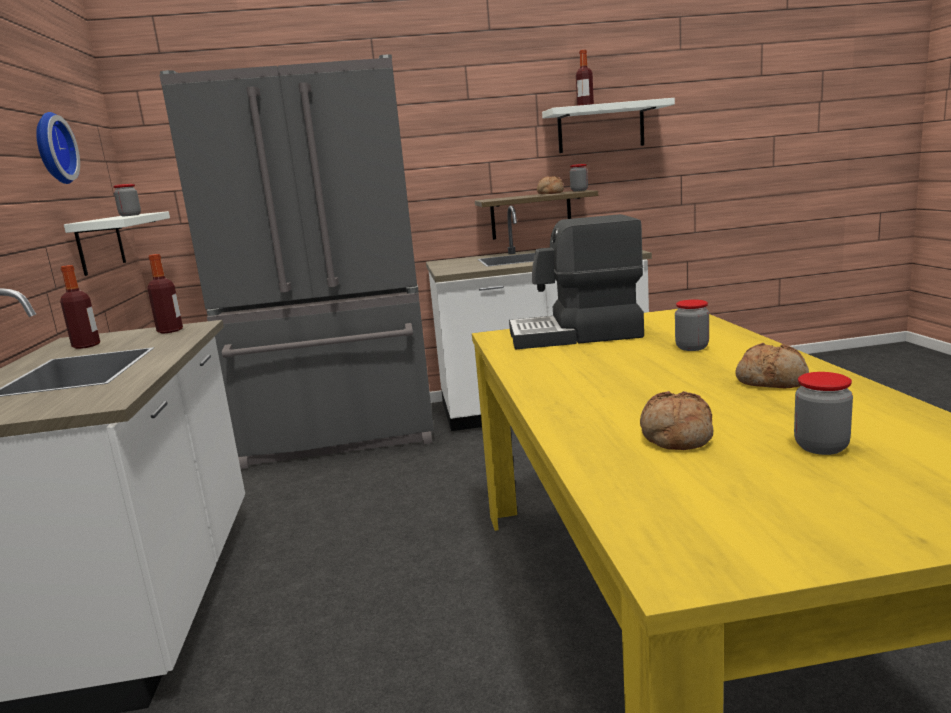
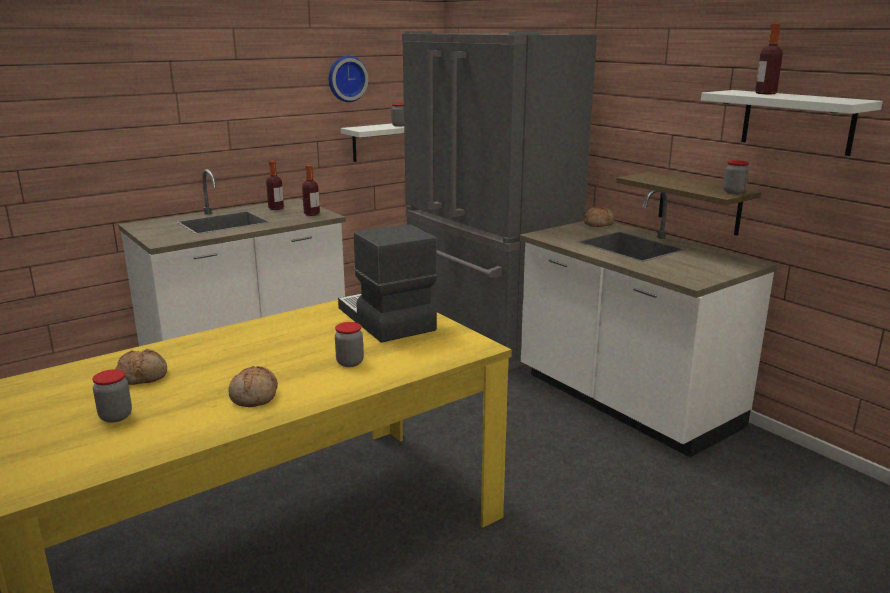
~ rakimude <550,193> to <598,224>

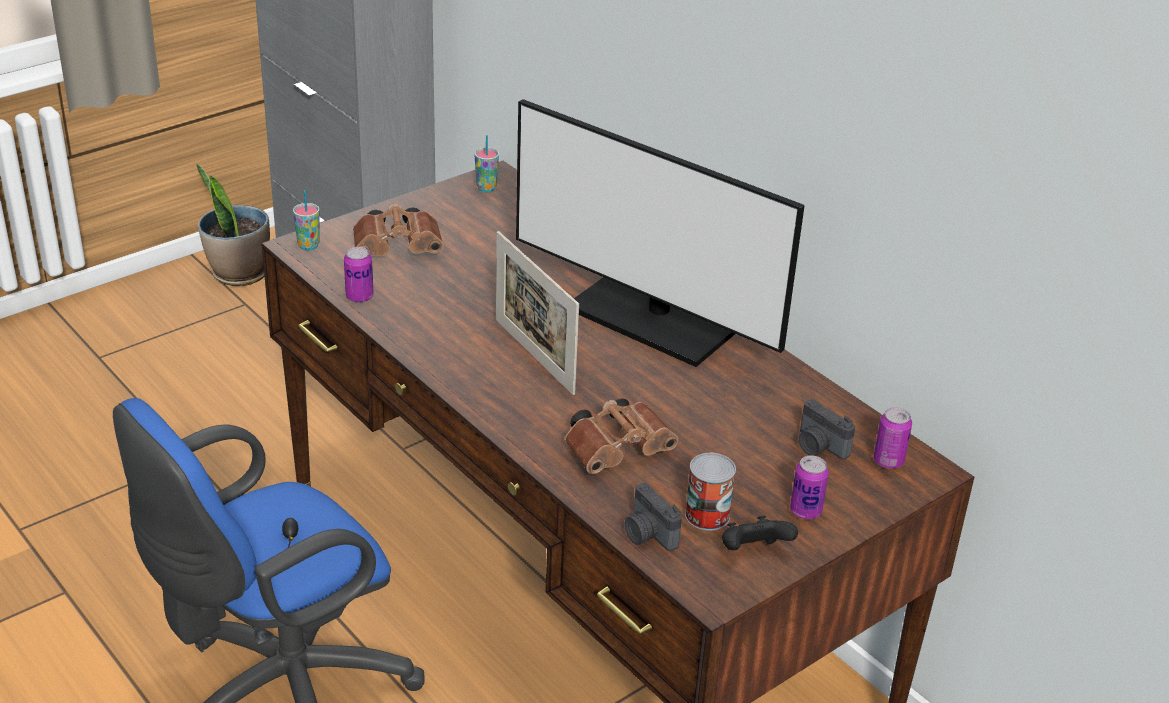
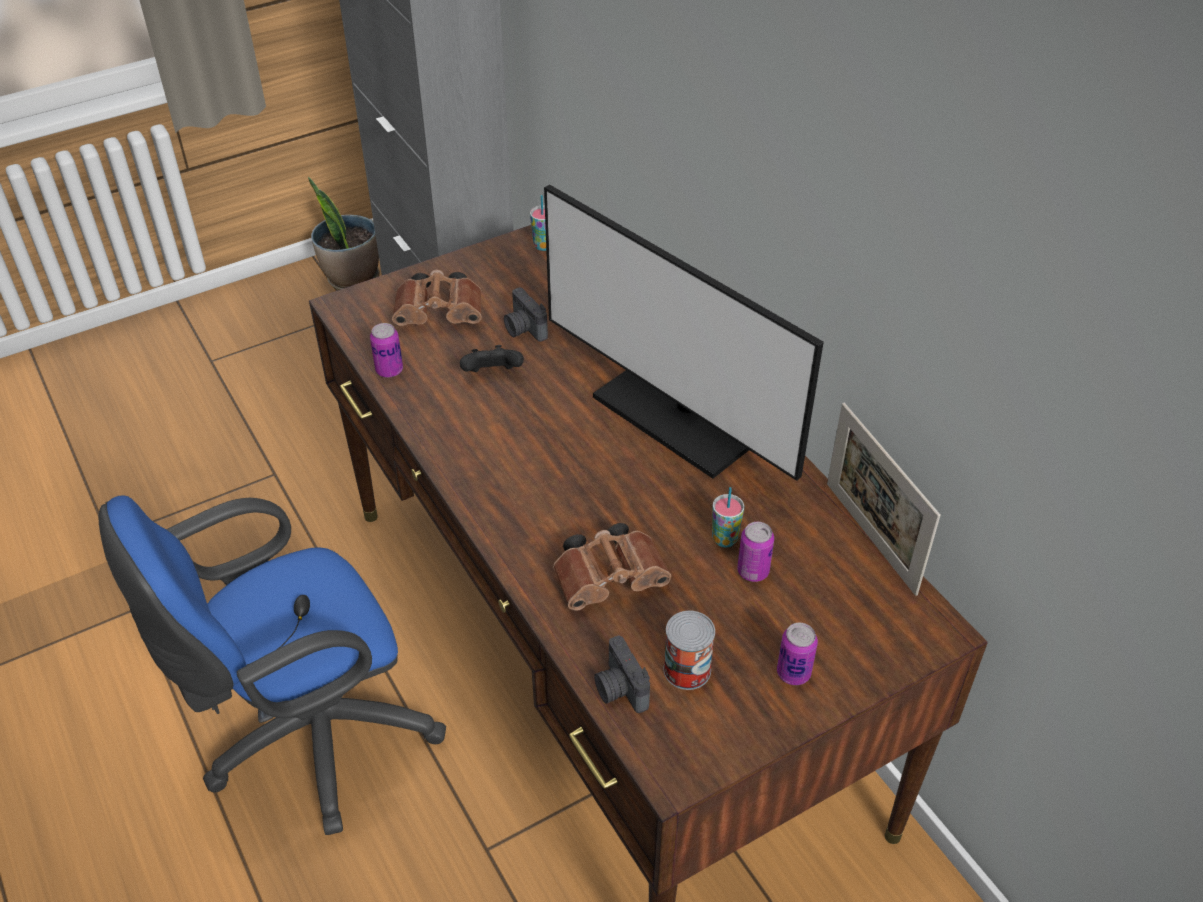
~ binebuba <308,246> to <724,539>
~ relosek <534,356> to <870,537>
~ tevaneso <818,447> to <523,329>
~ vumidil <888,461> to <753,571>
~ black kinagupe <753,552> to <492,375>

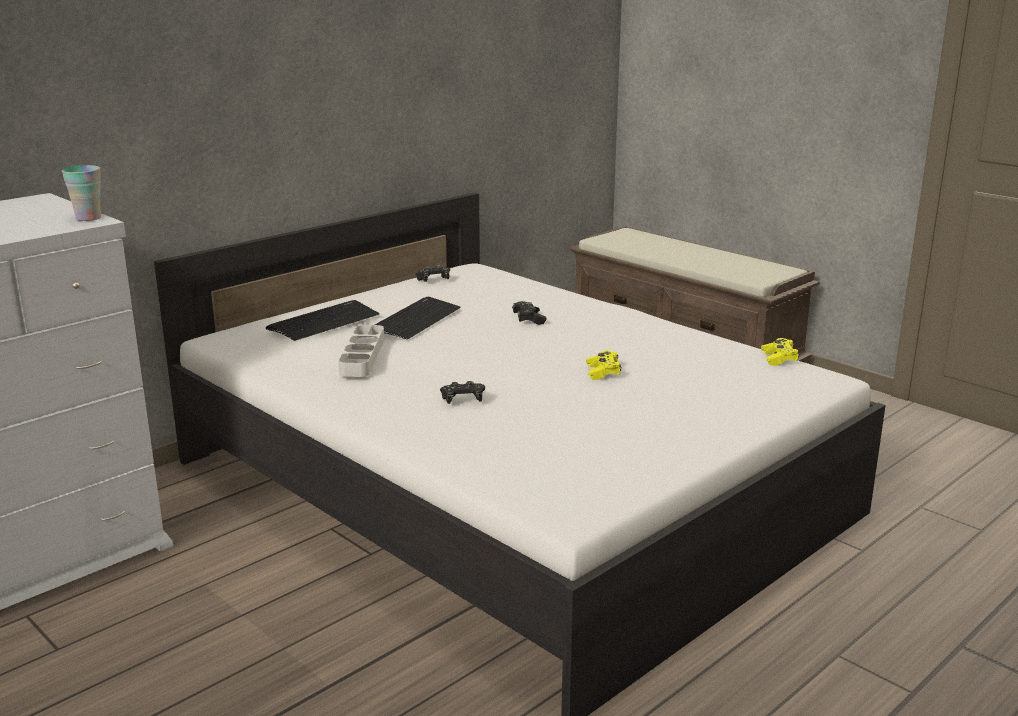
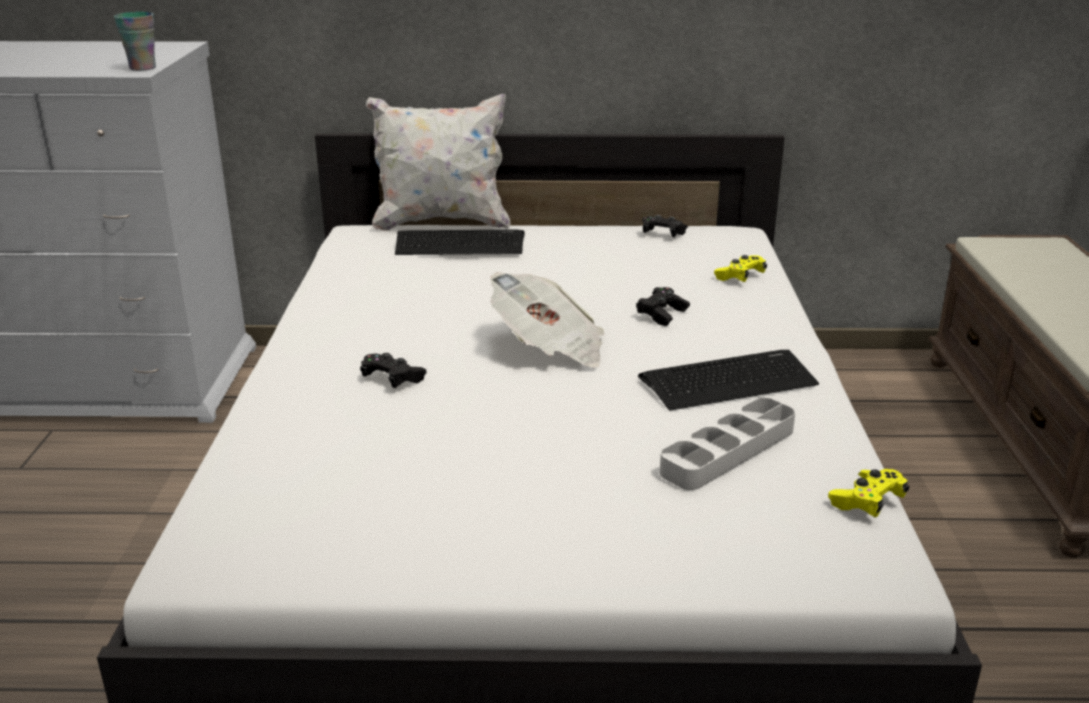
~ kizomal <415,320> to <728,381>
~ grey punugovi <362,356> to <728,451>
~ yellow kinagupe <603,372> to <740,277>
+ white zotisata <441,222>
+ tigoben <550,348>

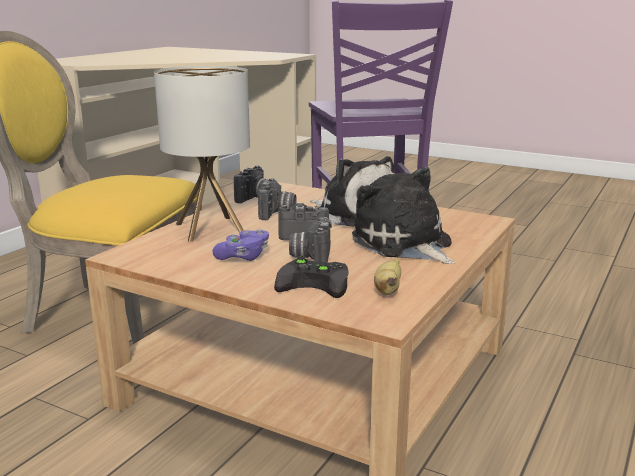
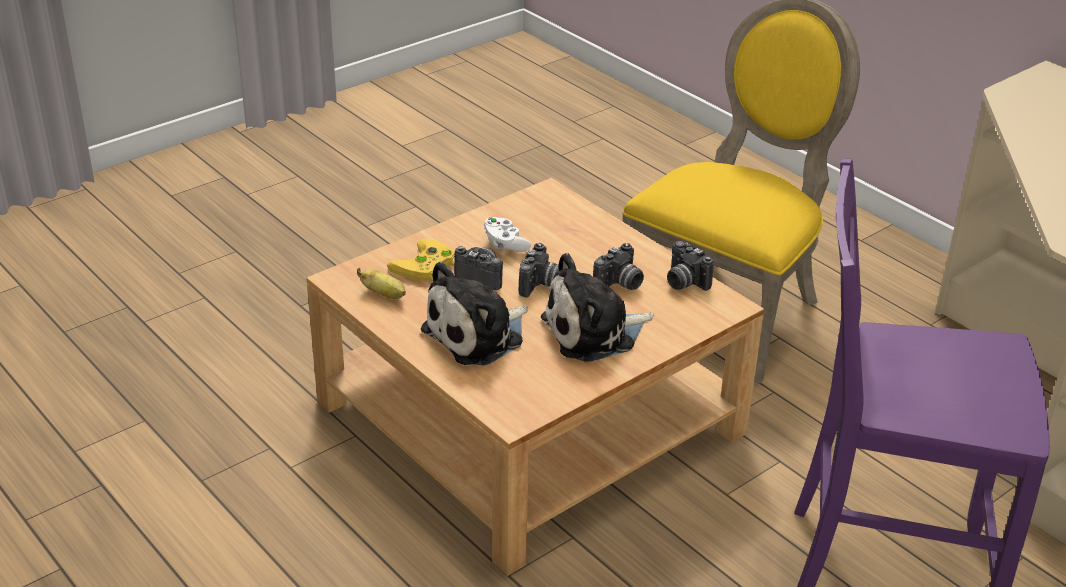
- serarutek <209,228>
~ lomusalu <404,244> = <478,335> 150 degrees clockwise
~ tevaneso <277,213> = <619,285> 75 degrees counterclockwise
~ purple kinagupe <243,257> to white kinagupe <505,244>
~ black kinagupe <316,283> to yellow kinagupe <424,266>

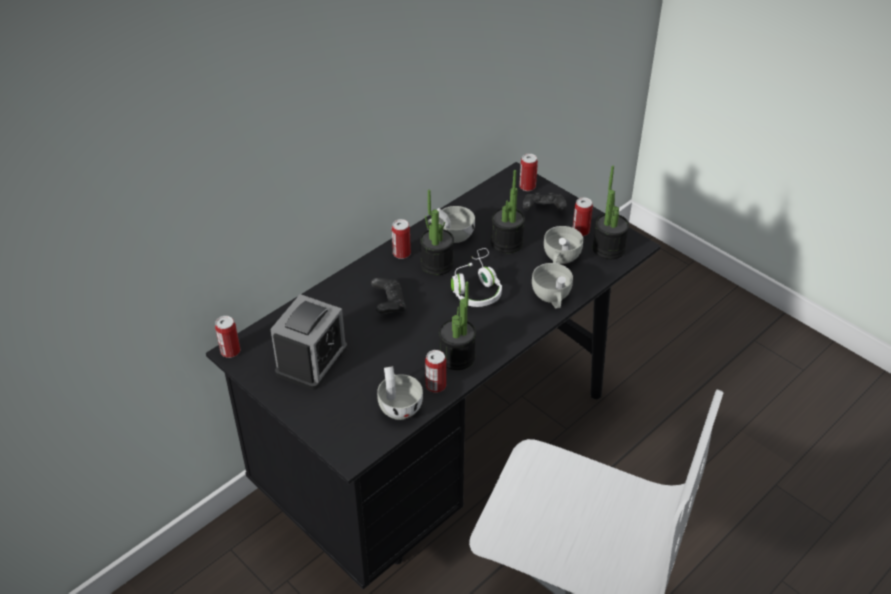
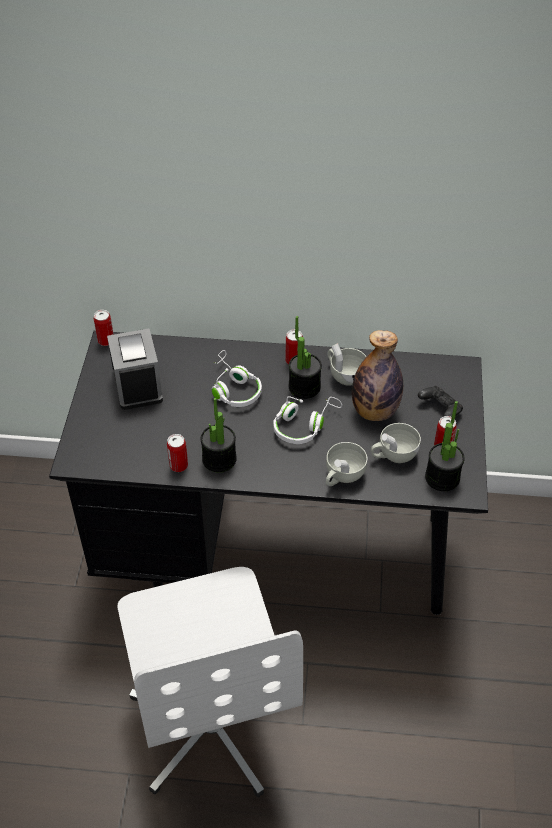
- vumidil <527,186>
~ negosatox <506,243> to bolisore <374,411>
~ black kinagupe <389,304> to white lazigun <233,388>
~ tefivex <312,360> = <137,385> 90 degrees counterclockwise
- white binebuba <398,405>

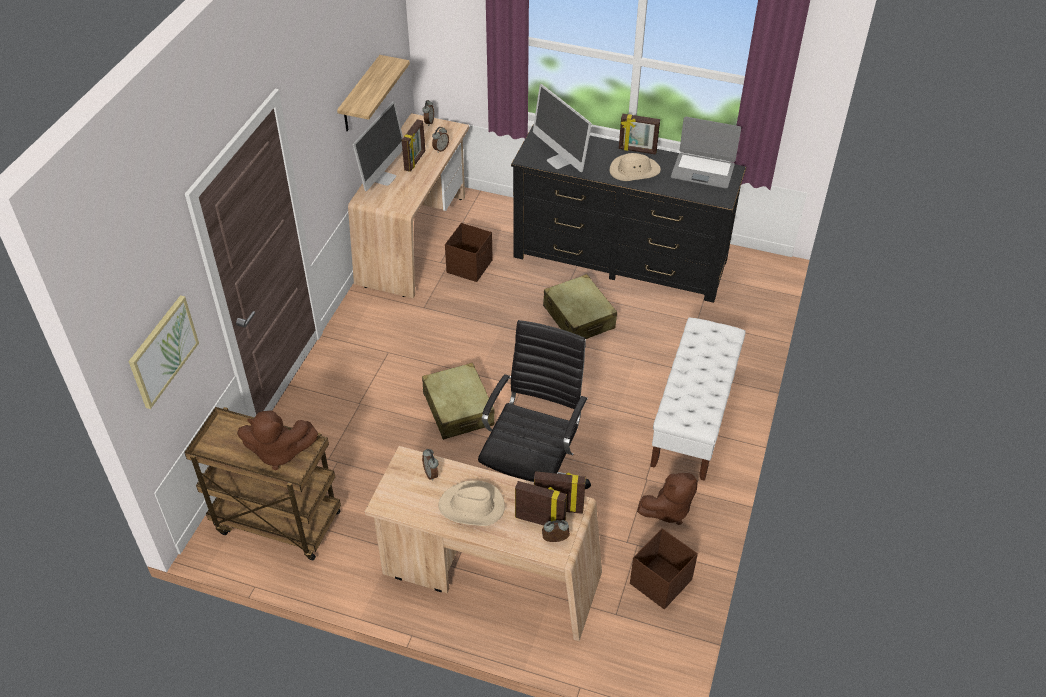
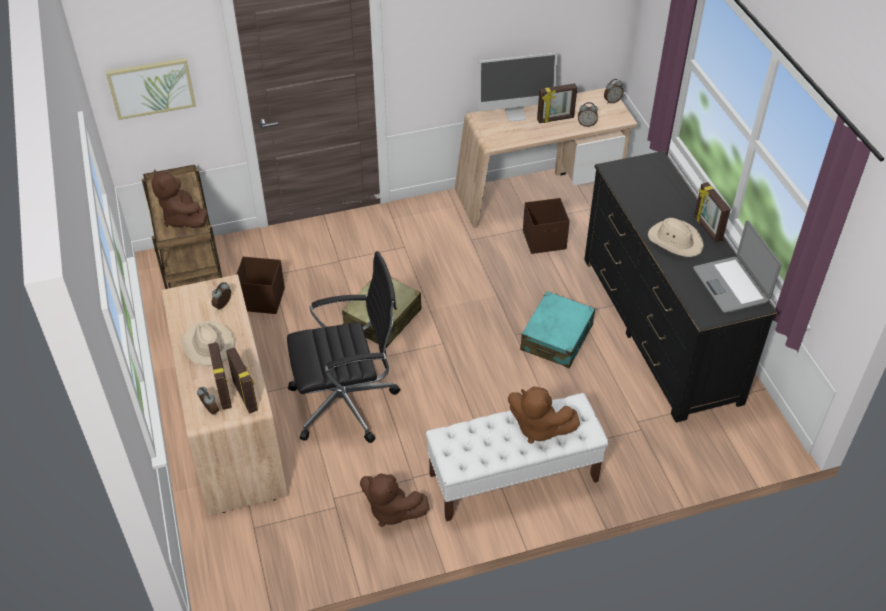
- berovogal <360,95>
- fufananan <559,161>
~ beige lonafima <579,317> to turquoise lonafima <557,338>
~ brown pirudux <659,582> to <261,299>
+ brown lomusalu <538,428>

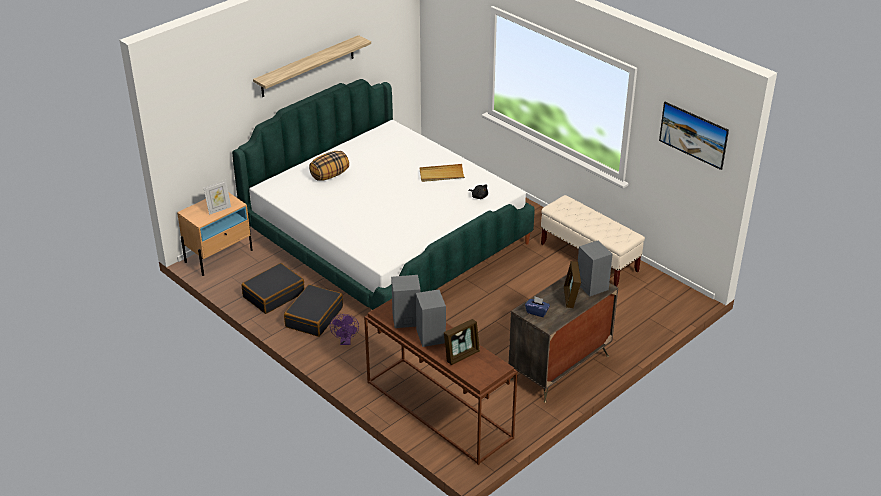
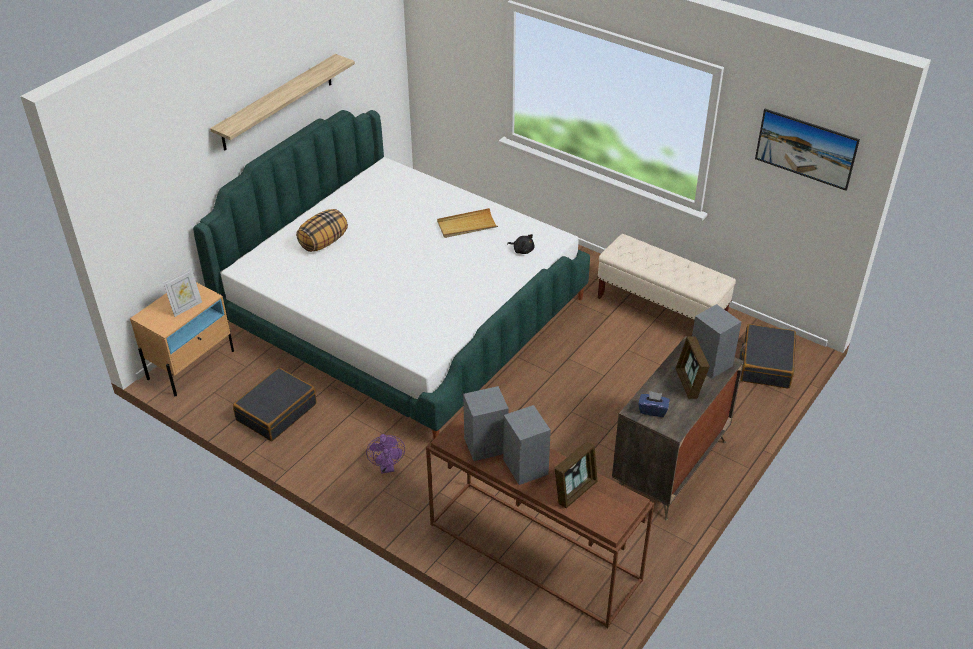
~ black lonafima <314,317> to <766,364>

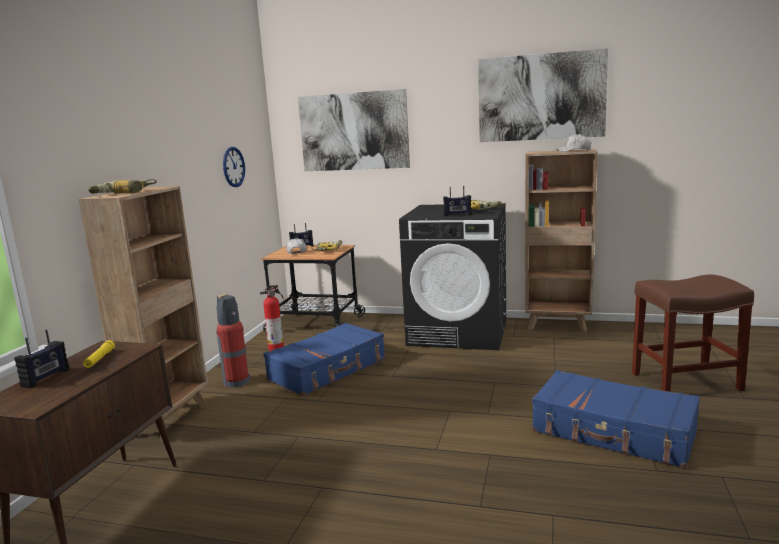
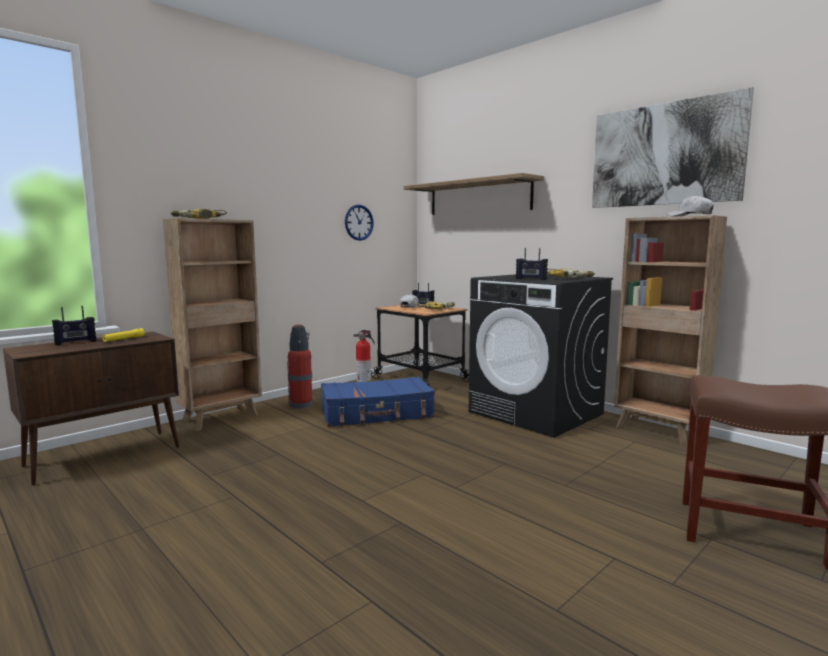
~ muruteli <353,131> to berovogal <478,197>
- blue lonafima <613,432>

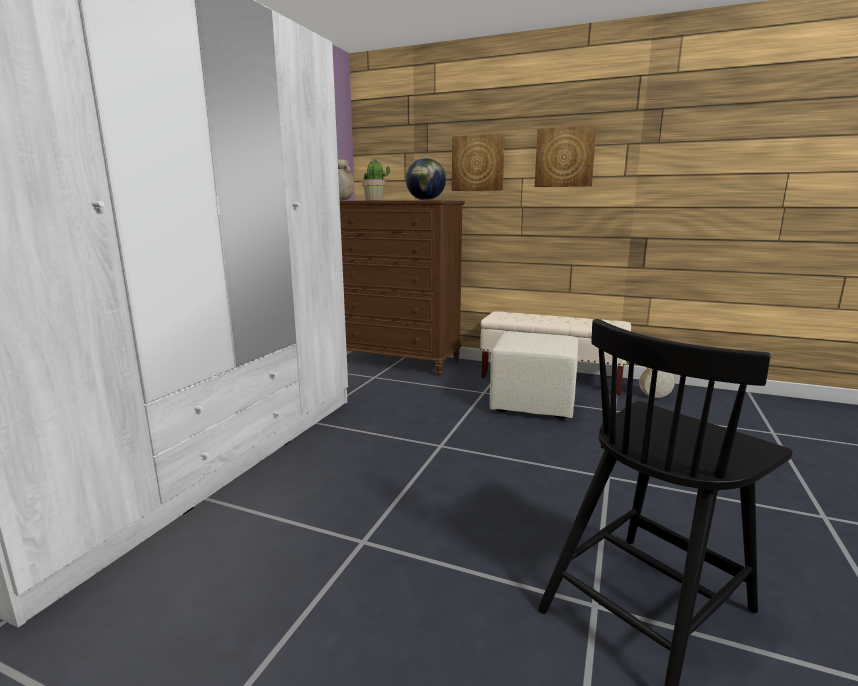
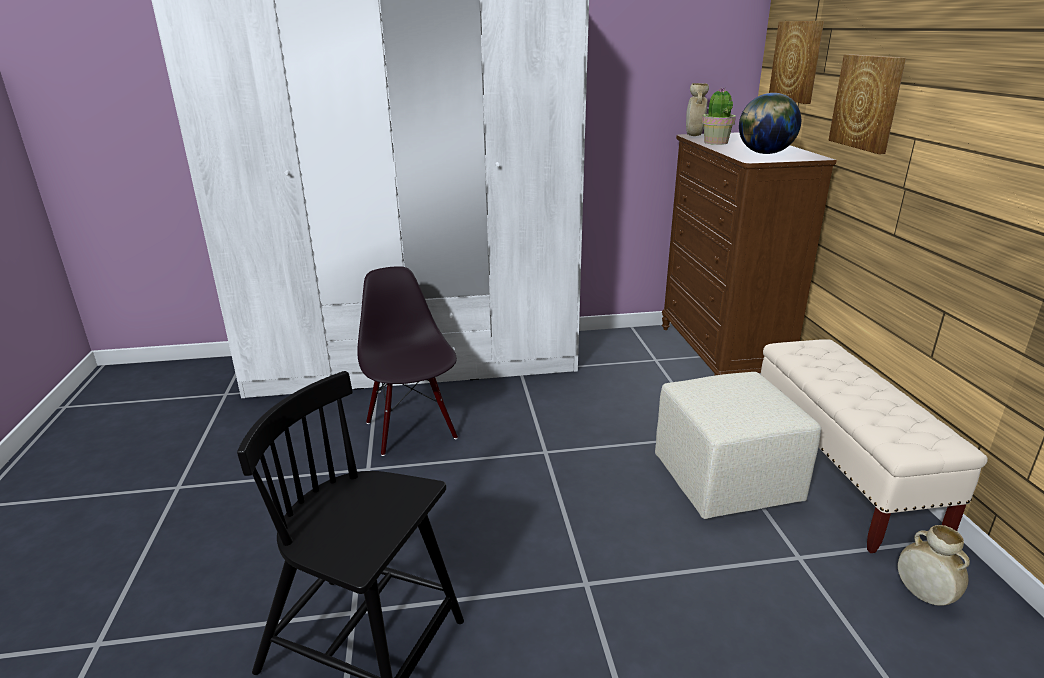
~ muruteli <565,157> to <797,61>
+ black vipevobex <412,430>

